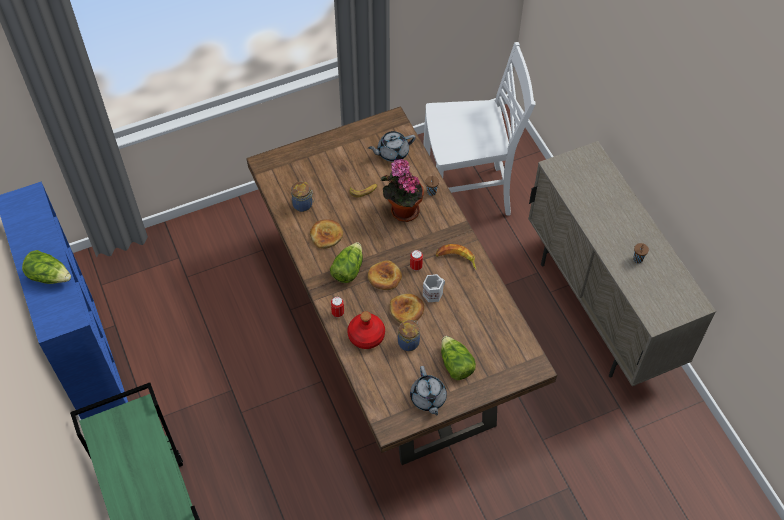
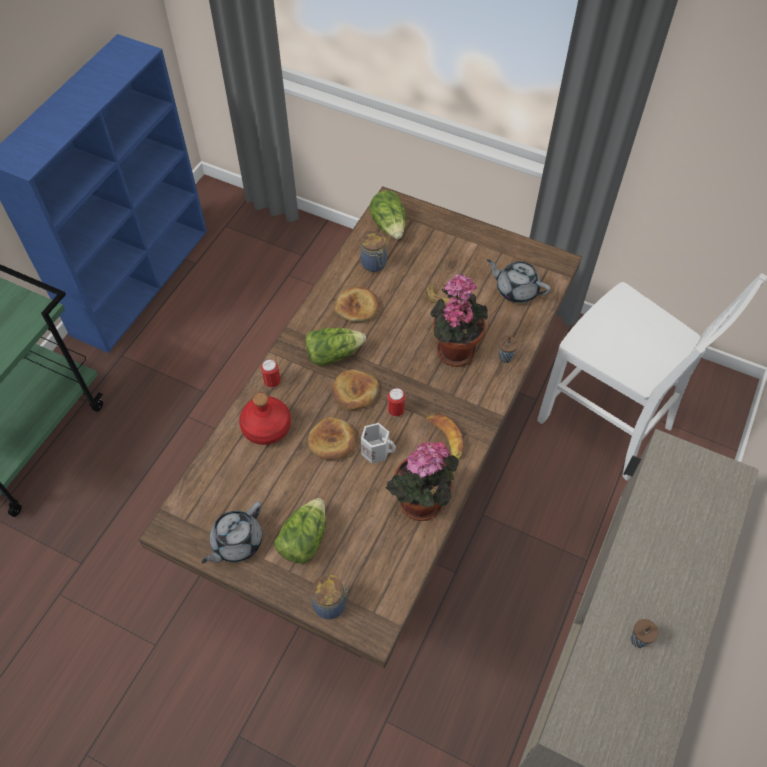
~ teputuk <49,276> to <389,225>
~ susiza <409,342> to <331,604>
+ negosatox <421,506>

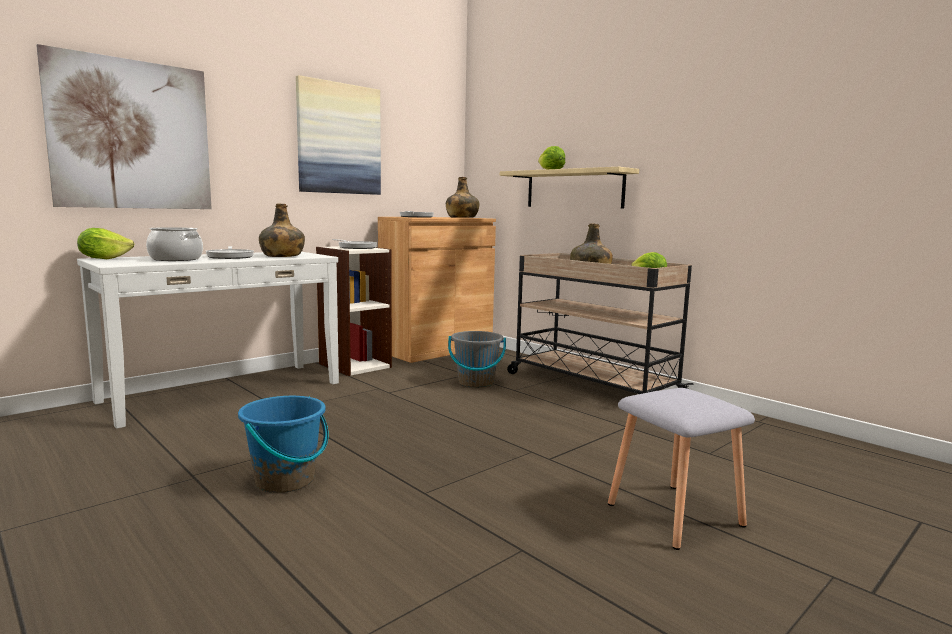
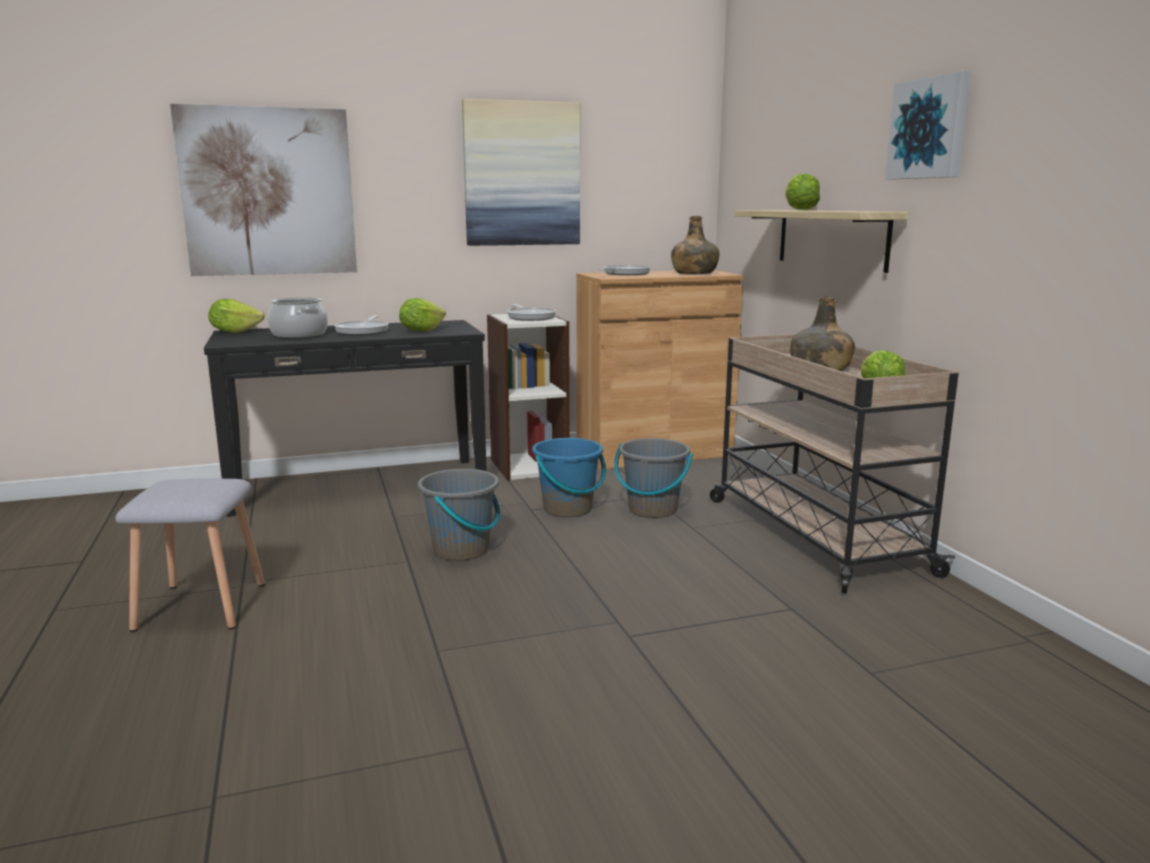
~ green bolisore <282,256> to teputuk <421,331>
~ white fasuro <223,392> to black fasuro <358,485>
~ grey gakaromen <677,515> to <201,607>
~ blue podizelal <285,480> to <568,509>
+ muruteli <930,129>
+ grey podizelal <461,550>

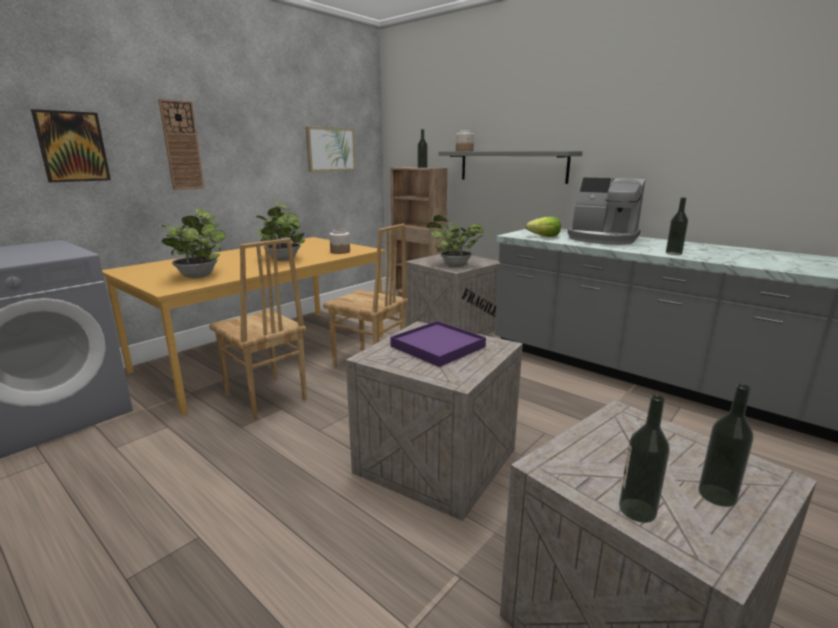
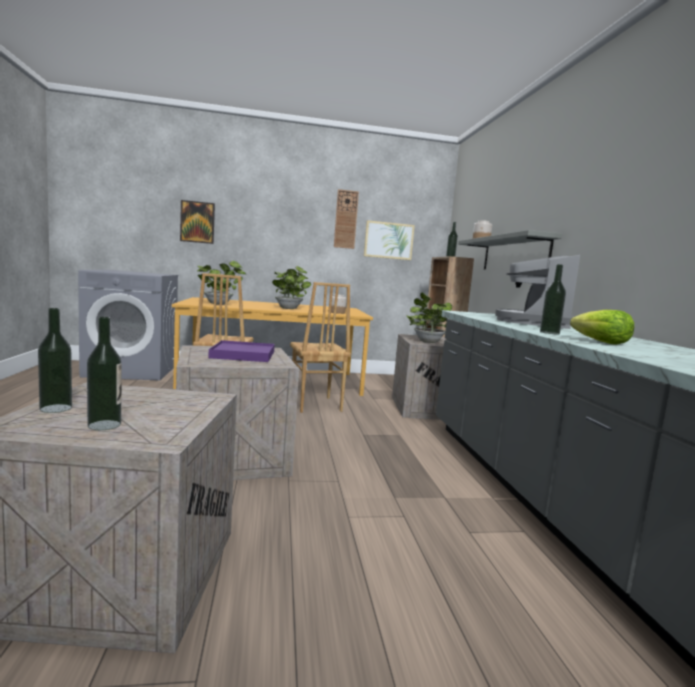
~ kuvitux <182,145> to <346,219>
~ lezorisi <602,238> = <535,323> 45 degrees clockwise
~ teputuk <544,236> to <601,342>

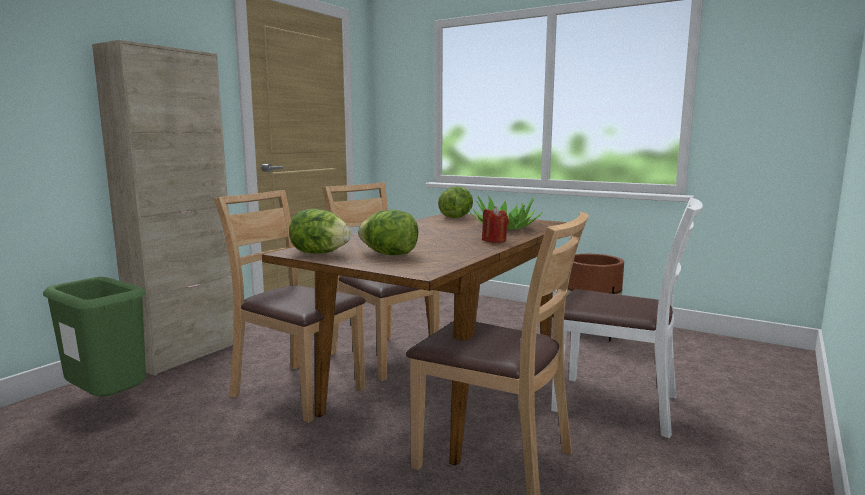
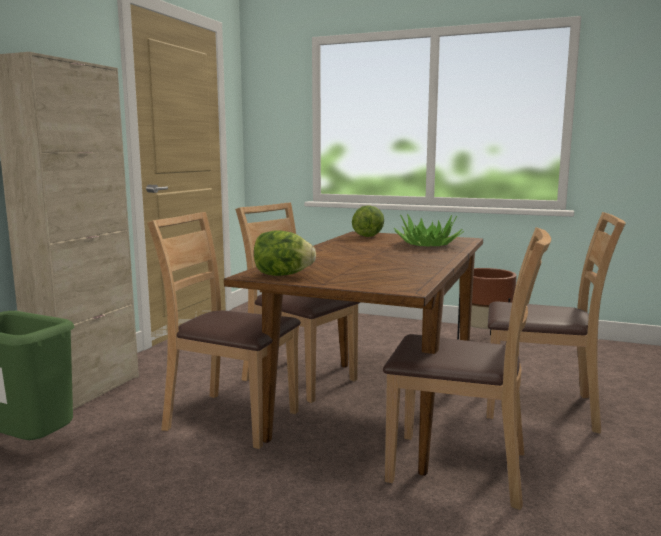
~ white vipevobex <617,404> to brown vipevobex <541,407>
- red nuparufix <494,240>
- teputuk <389,254>

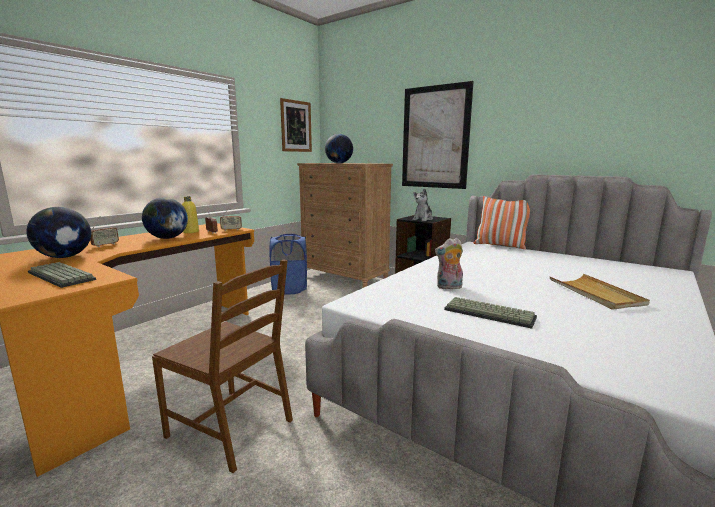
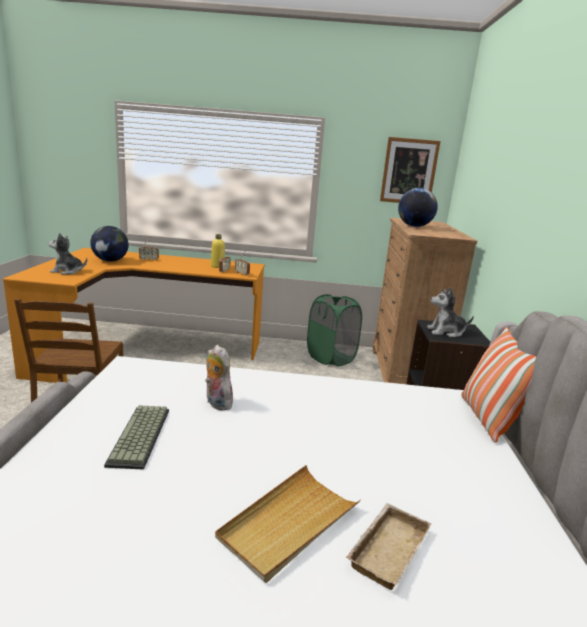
- muruteli <435,137>
- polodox <167,238>
~ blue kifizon <290,289> to green kifizon <331,358>
~ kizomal <63,276> to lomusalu <67,271>
+ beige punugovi <386,547>

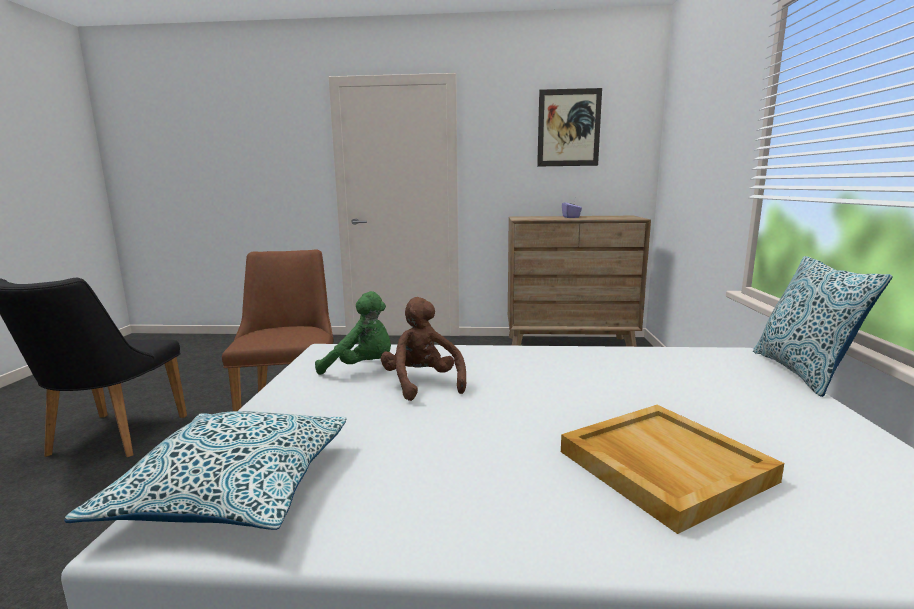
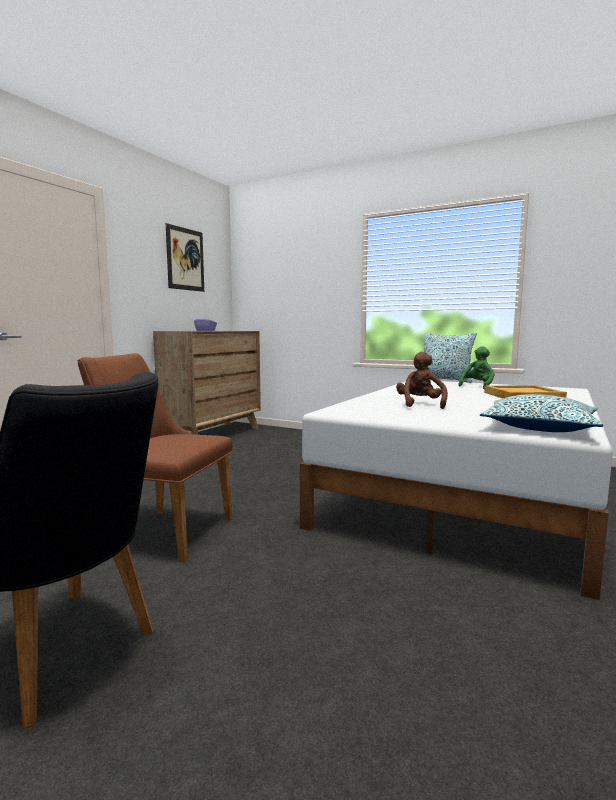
~ green lomusalu <362,367> to <477,386>
~ brown lomusalu <422,384> = <420,405> 90 degrees clockwise

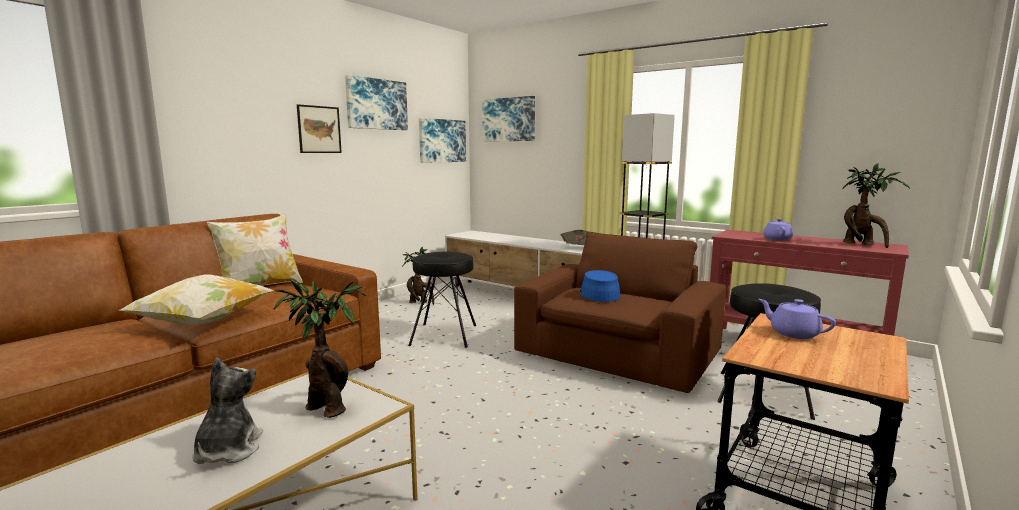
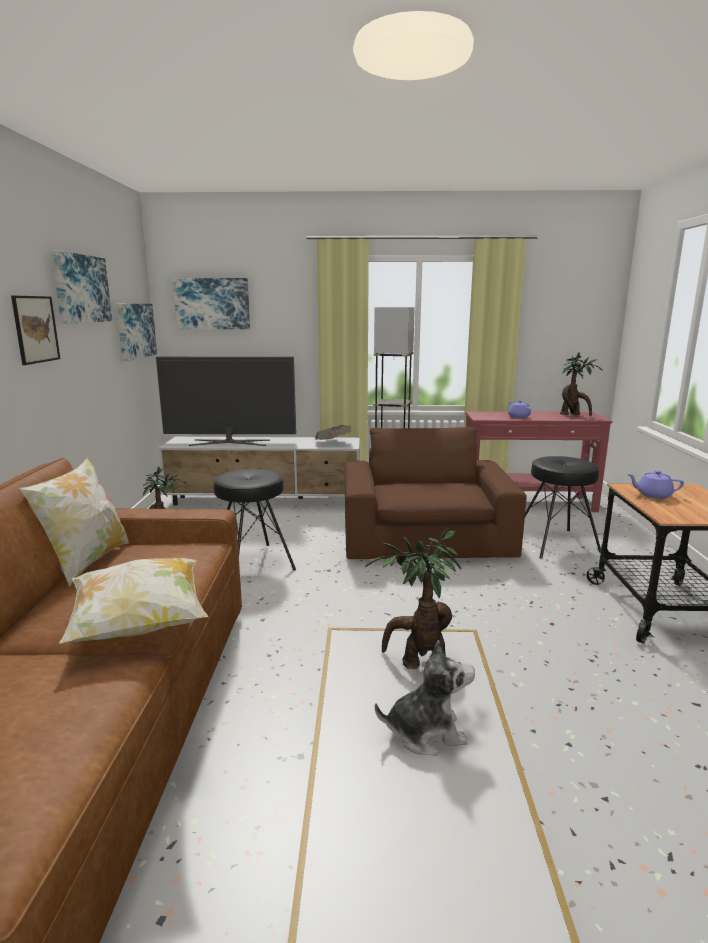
- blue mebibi <598,293>
~ lomusalu <228,450> = <425,732> 120 degrees clockwise
+ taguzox <230,442>

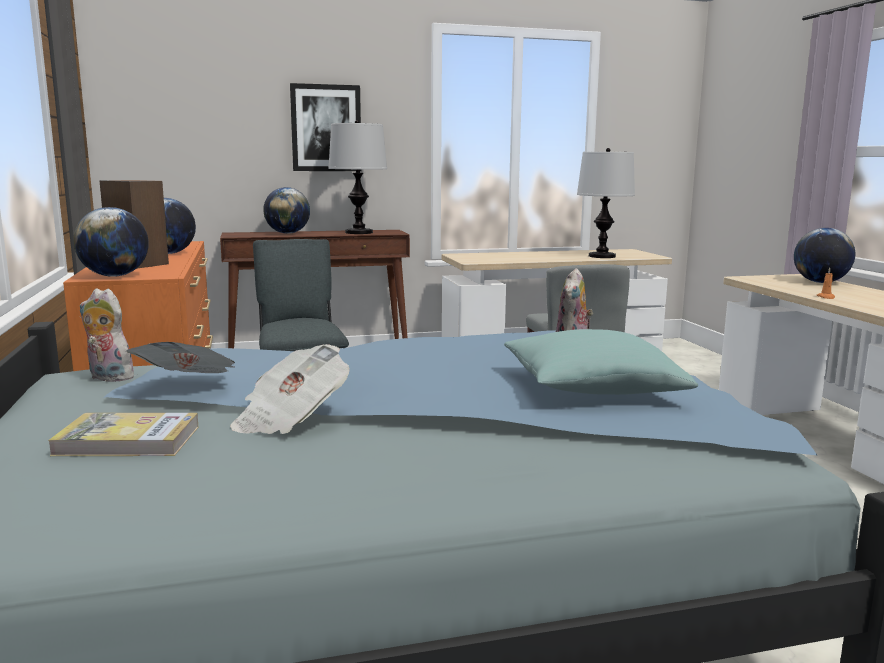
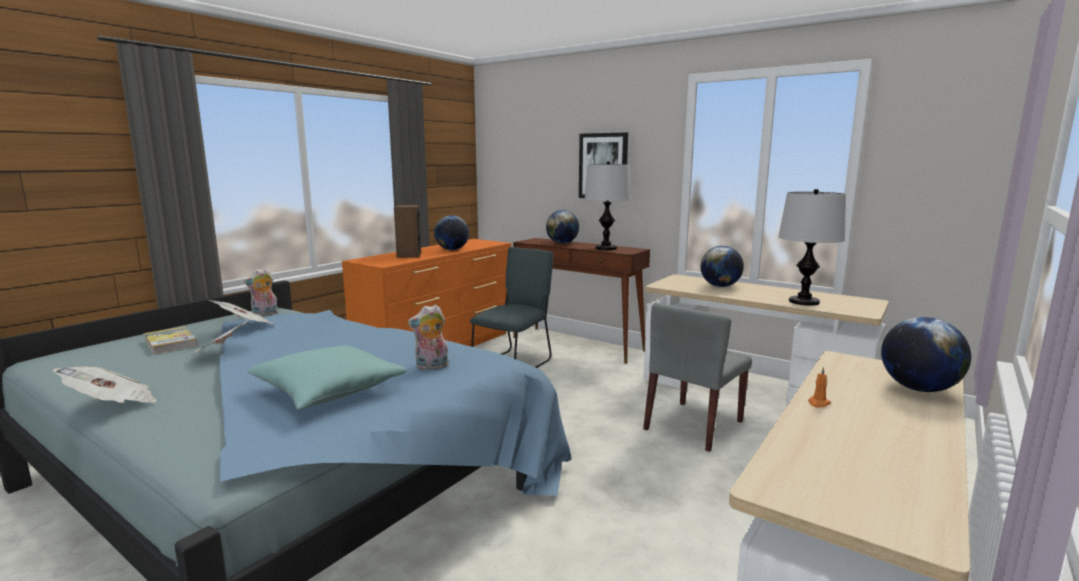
~ polodox <114,276> to <720,286>
~ lomusalu <108,378> = <264,314> 105 degrees counterclockwise
+ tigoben <113,405>

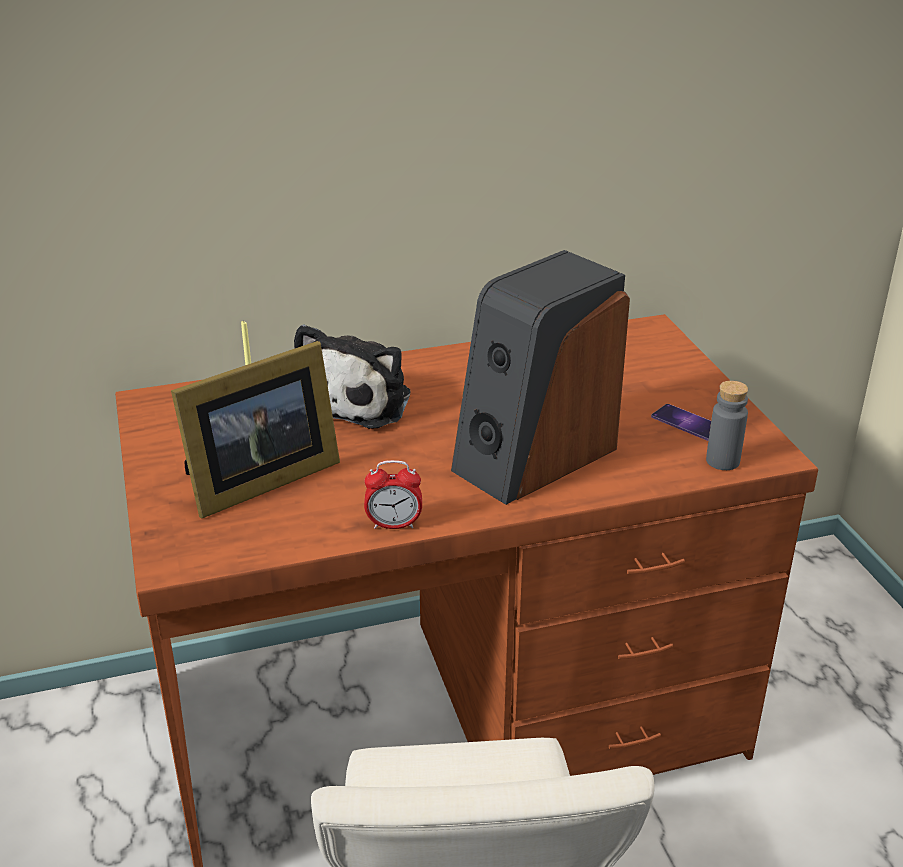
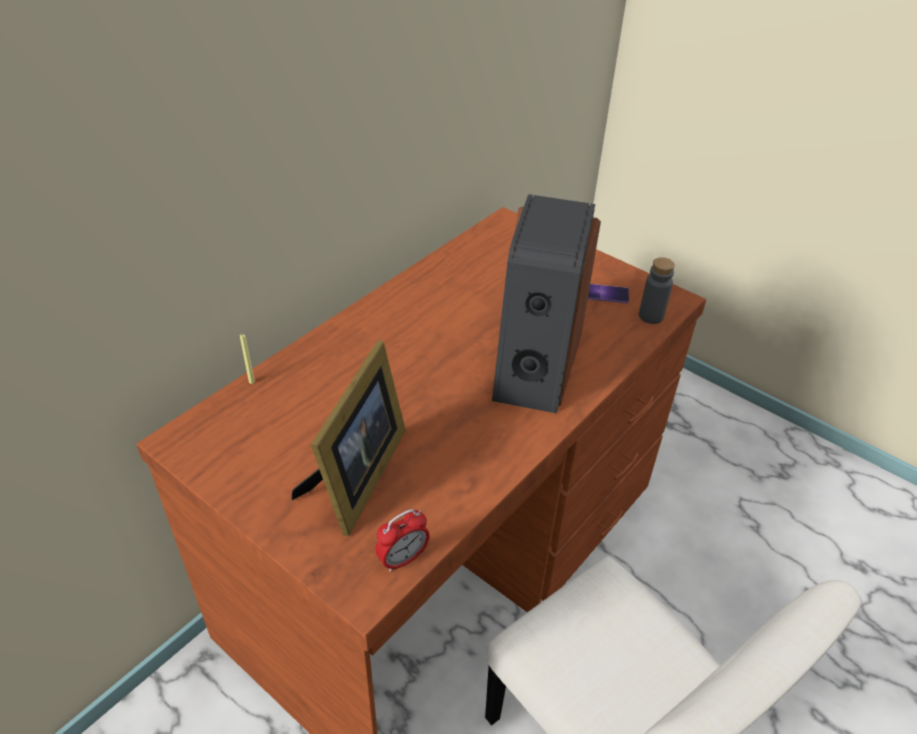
- lomusalu <357,400>
~ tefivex <394,525> to <403,559>

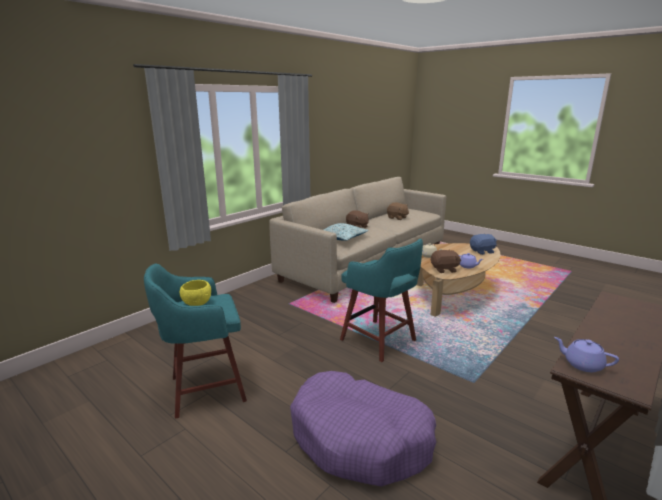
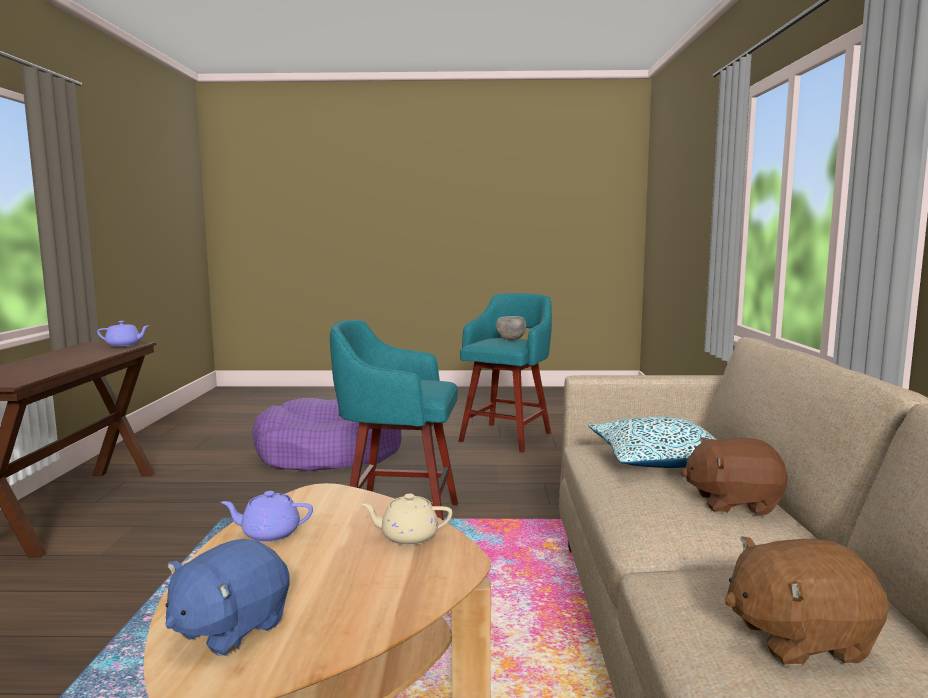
- brown lomusalu <444,269>
~ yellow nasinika <197,304> to grey nasinika <511,339>

